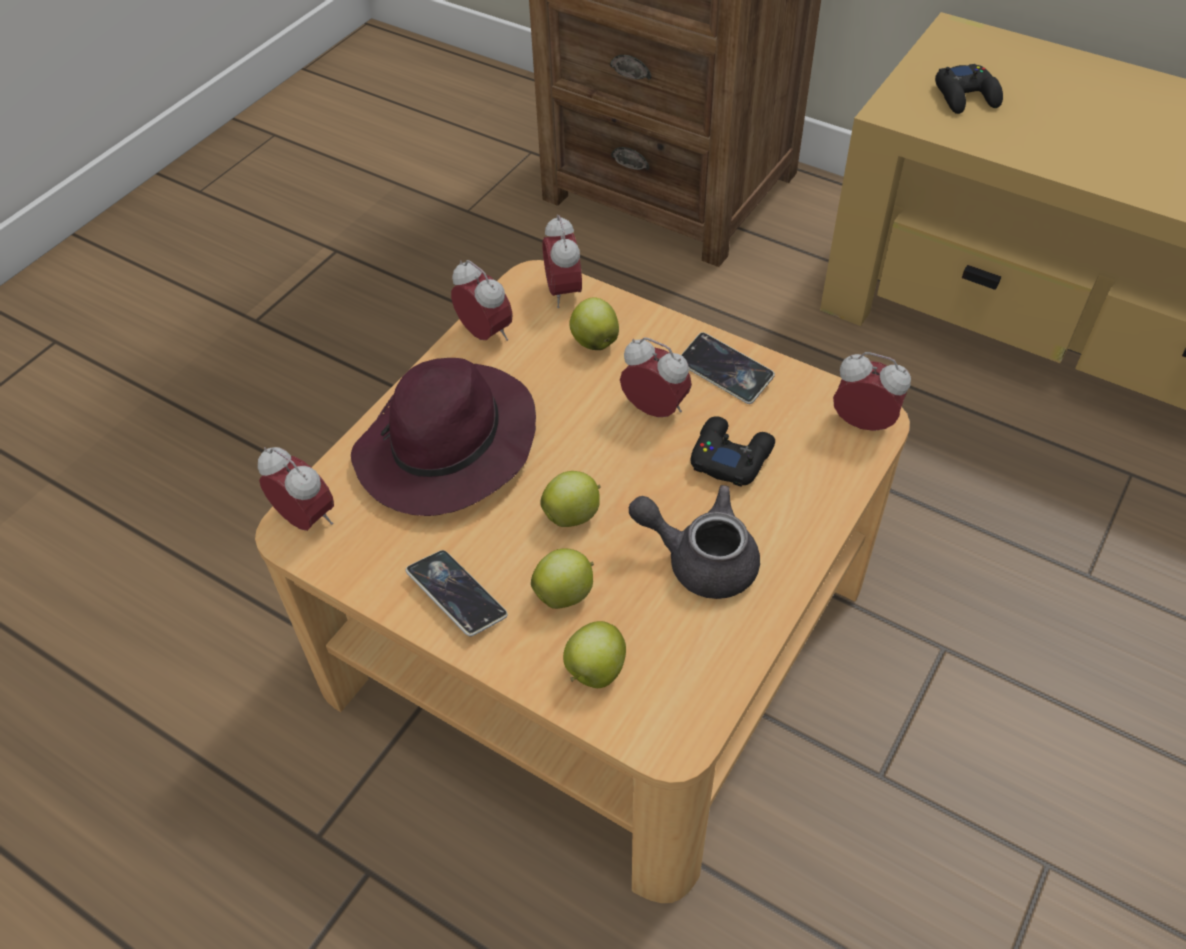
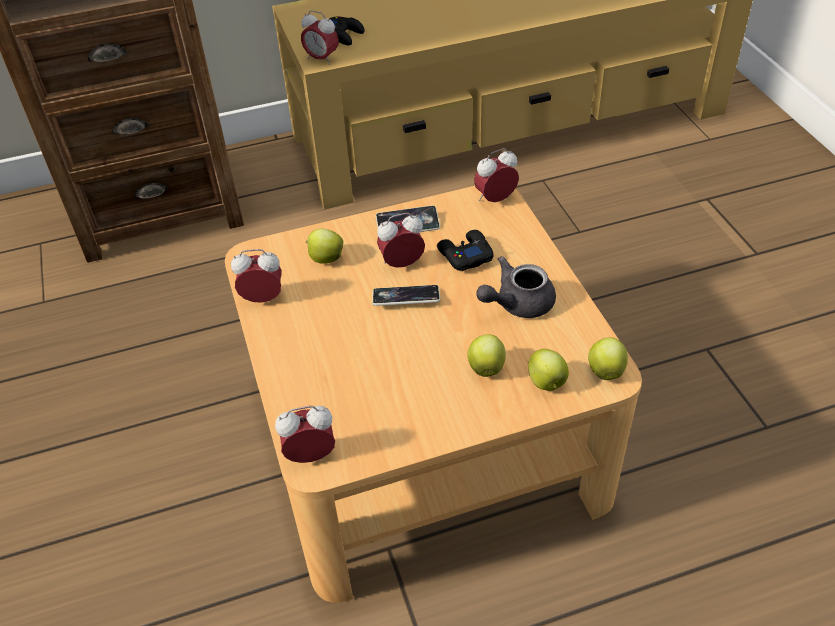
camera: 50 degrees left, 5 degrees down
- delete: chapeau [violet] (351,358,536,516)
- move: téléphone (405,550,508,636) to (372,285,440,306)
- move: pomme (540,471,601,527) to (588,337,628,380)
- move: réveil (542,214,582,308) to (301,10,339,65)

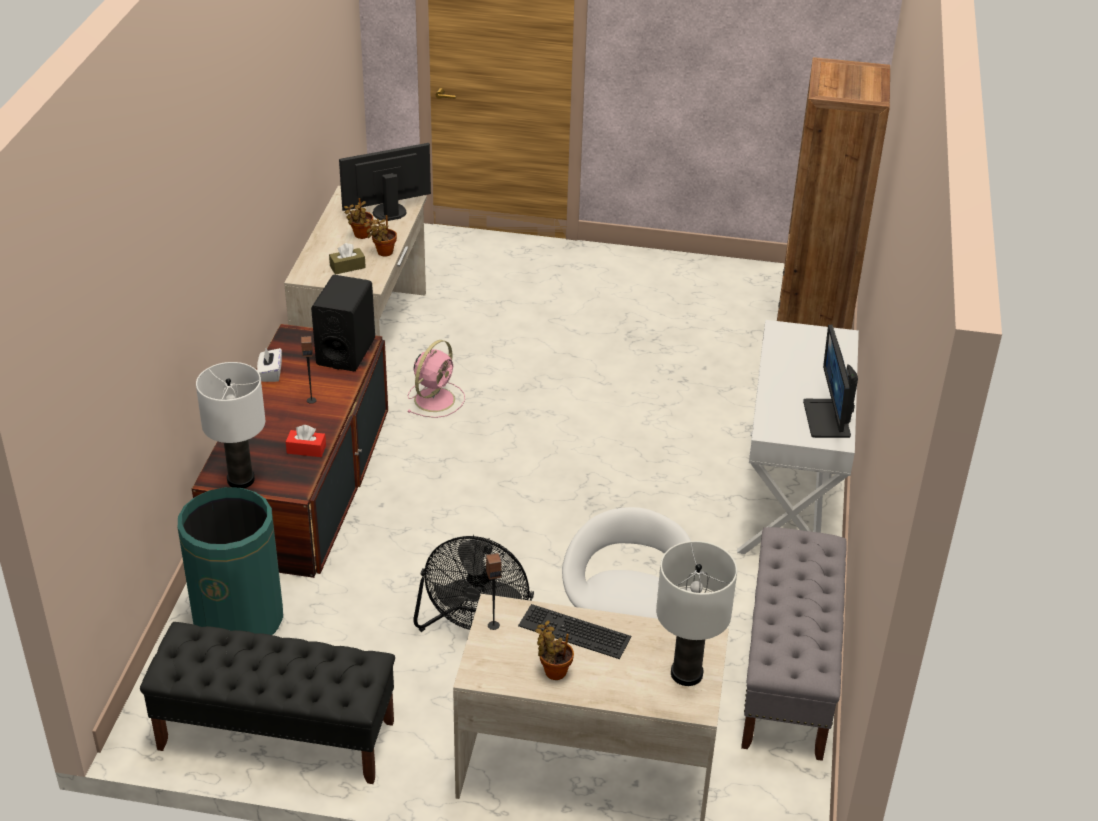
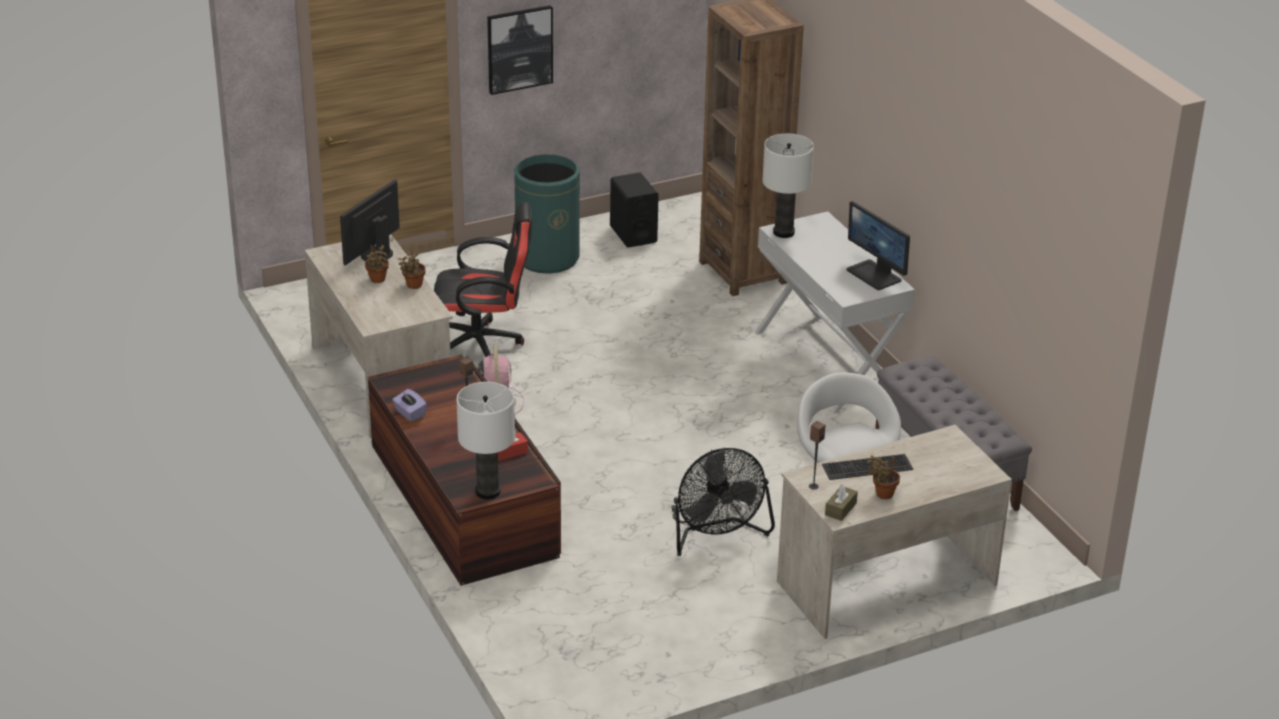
camera: 35 degrees left, 5 degrees down
- delete: banc [noir] (140,622,395,784)
- move: poubelle [vert] (178,487,283,635) to (514,154,580,274)
- recolor: boîte à mouchoirs [blanc] (257,348,282,382) to boîte à mouchoirs [violet] (392,389,427,422)
- move: enceinte [noir] (311,275,375,371) to (610,173,659,248)
- move: boîte à mouchoirs [marron] (329,243,366,275) to (825,484,858,521)
- move: lampe de table [blanc] (656,541,737,686) to (762,134,814,238)
- insert: chaise de bureau [noir] (434,202,532,357)
- insert: tableau (487,5,553,95)

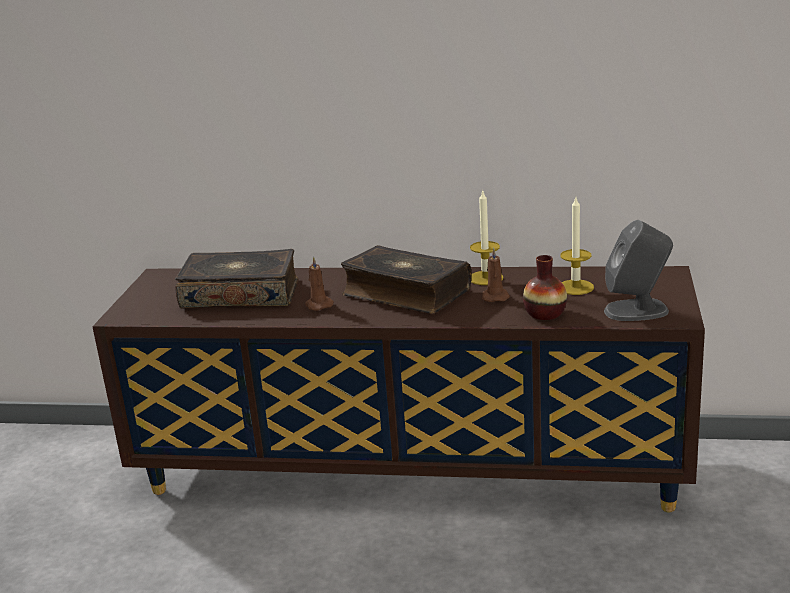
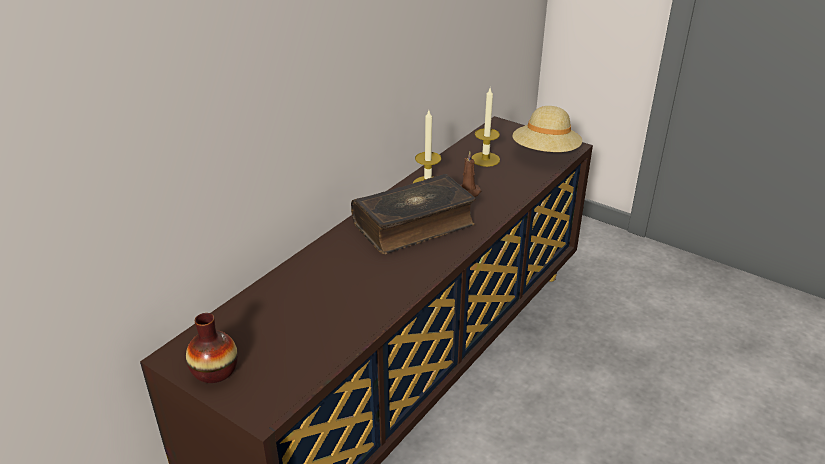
camera: 65 degrees left, 10 degrees up
- delete: livre (175,249,298,308)
- delete: bougie [marron] (305,256,334,311)
- move: vase (523,255,567,320) to (186,313,238,383)
- replace: enceinte [gris] (604,220,673,321) to chapeau [beige] (513,106,582,152)

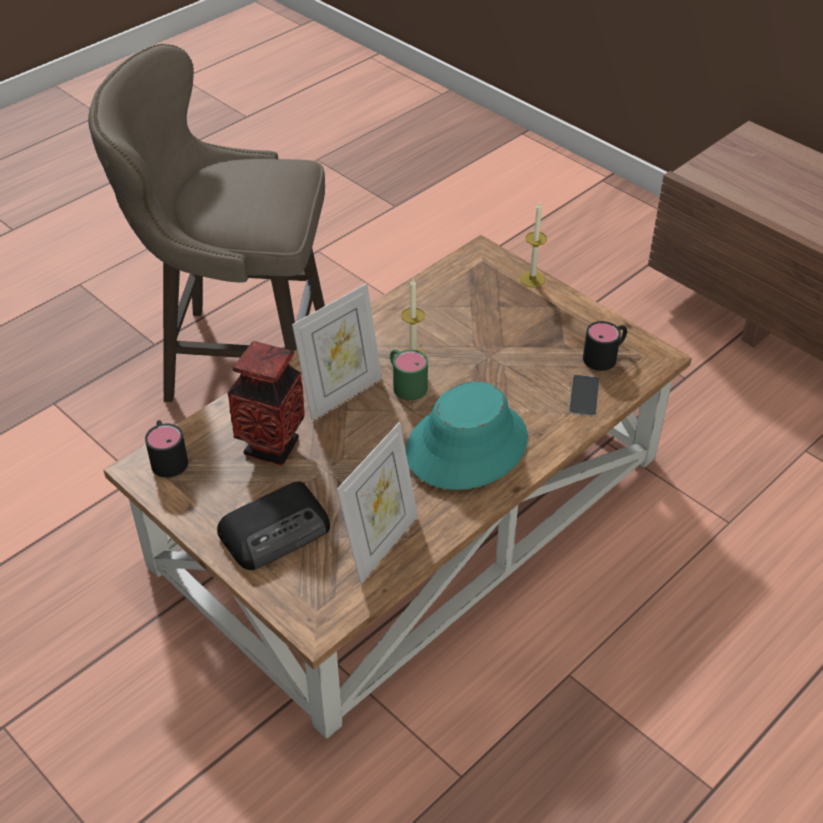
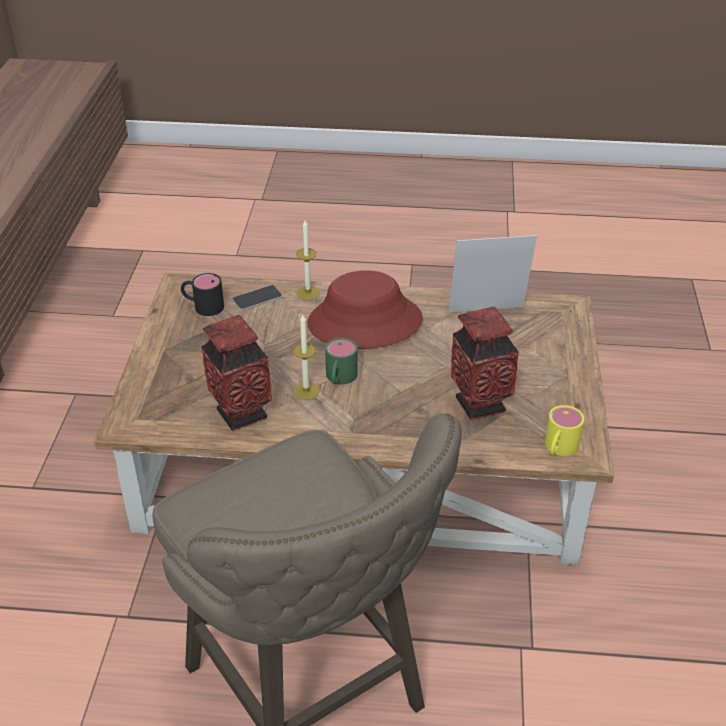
camera: 130 degrees left, 5 degrees down
- recolor: mug [noir] (145,420,188,478) to mug [jaune] (545,405,584,456)
- delete: radio (217,481,330,570)
- delete: cadre photo (292,283,382,420)
- recolor: chapeau [turquoise] (406,381,528,490) to chapeau [rouge] (307,270,423,349)
- move: bougie (520,202,547,287) to (296,220,320,300)
- insert: vase (202,315,272,431)

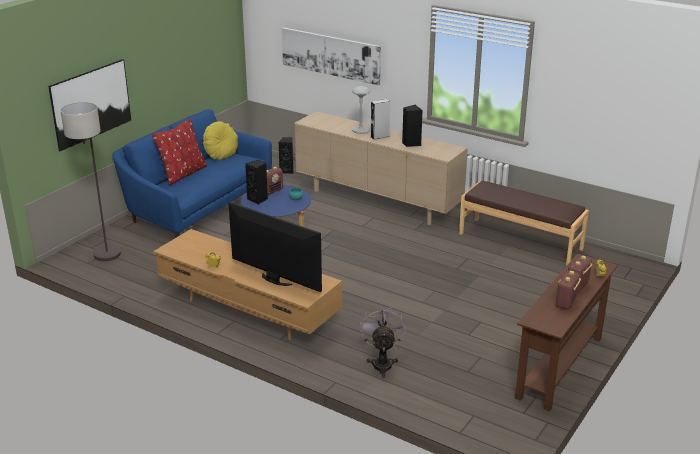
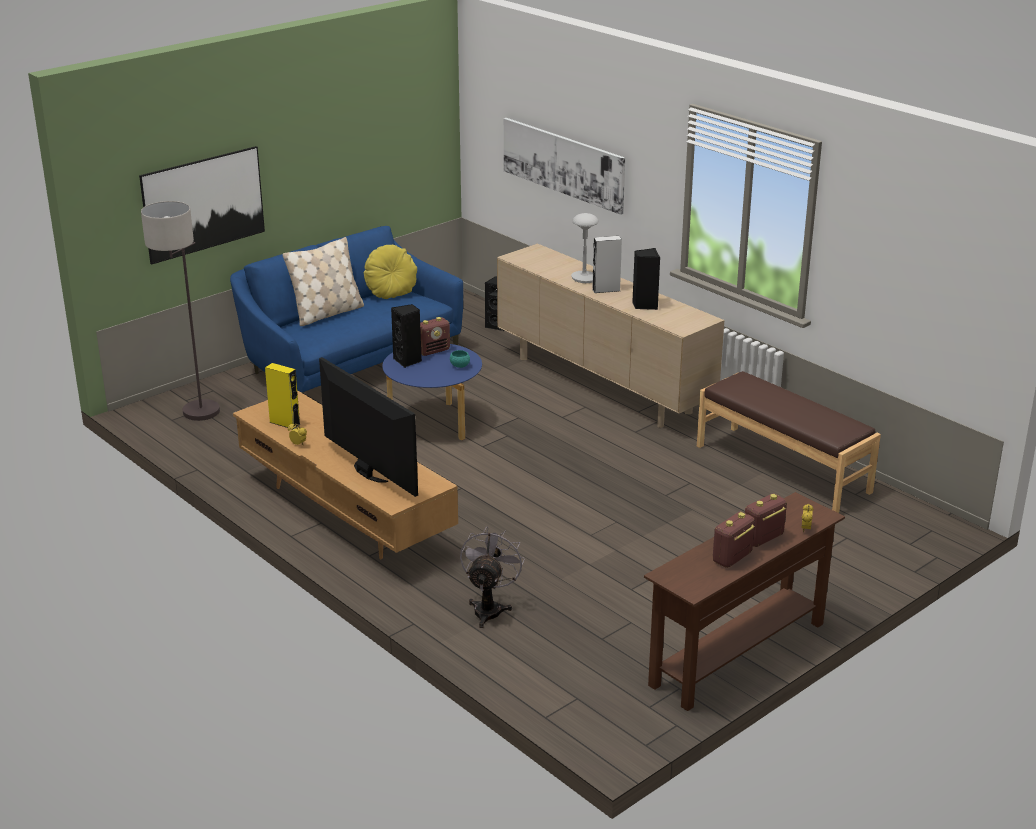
camera: 15 degrees right, 0 degrees up
- recolor: coussin [rouge] (152,119,207,185) to coussin [beige] (283,237,364,326)
- insert: enceinte [jaune] (265,363,301,429)

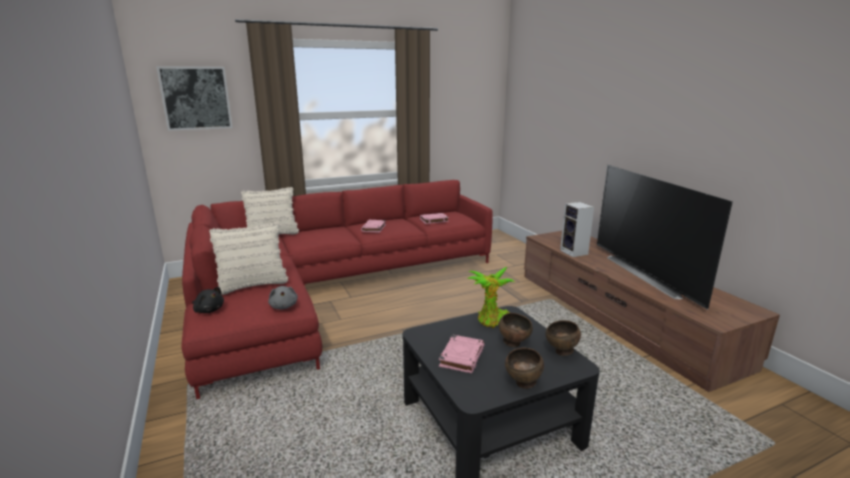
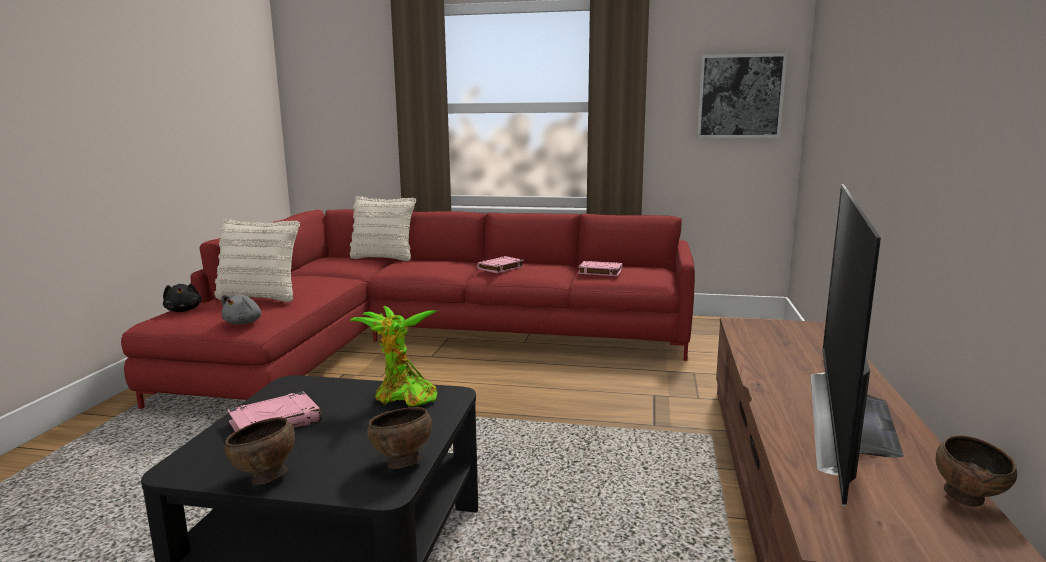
camera: 35 degrees right, 5 degrees down
- move: tableau (156,66,233,131) to (697,53,787,138)
- move: bol [marron] (499,313,533,347) to (936,436,1017,507)
- delete: enceinte (560,202,594,257)

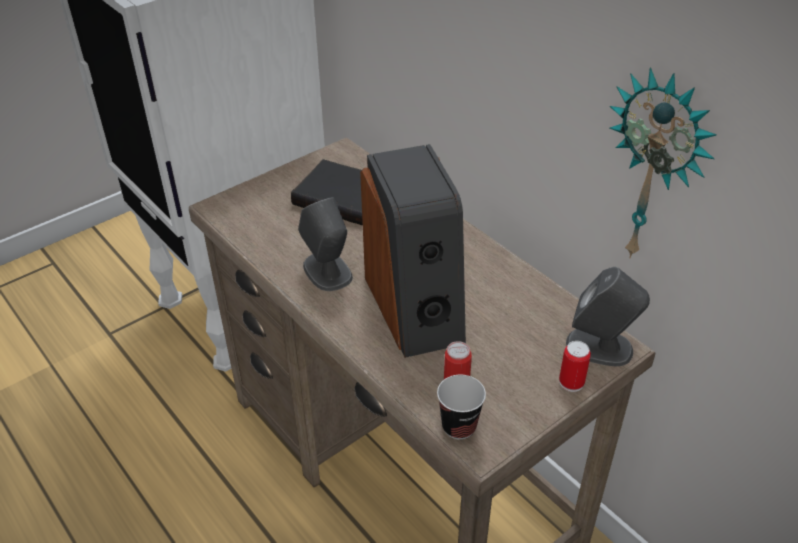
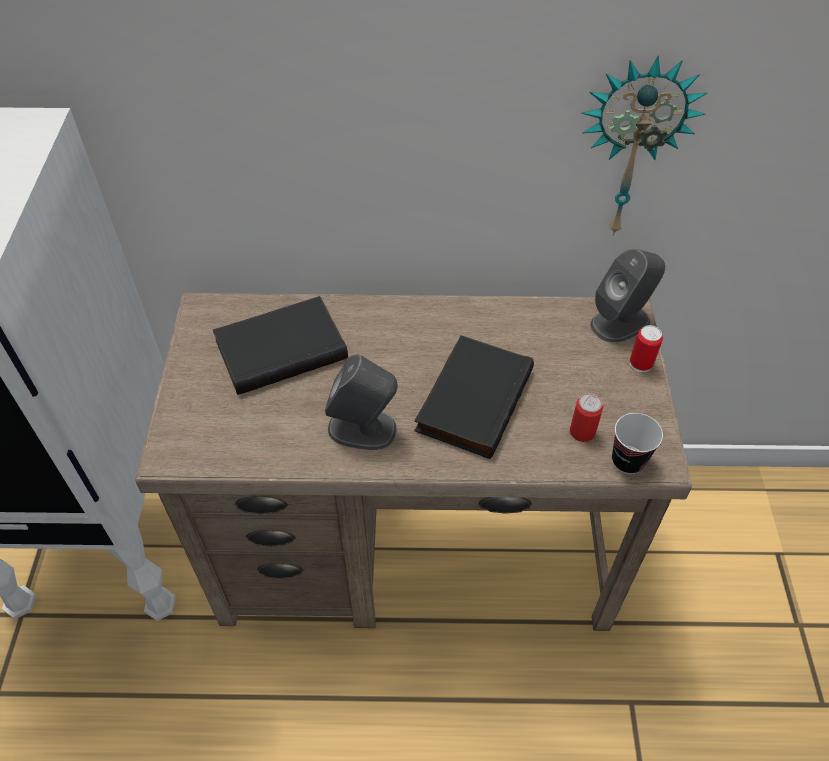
camera: 50 degrees left, 10 degrees up
- replace: enceinte (360,144,466,358) to livre [noir] (414,335,534,459)

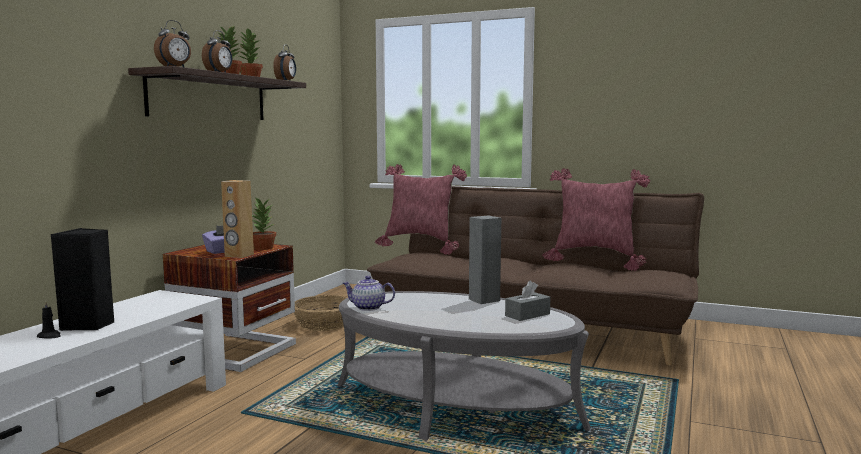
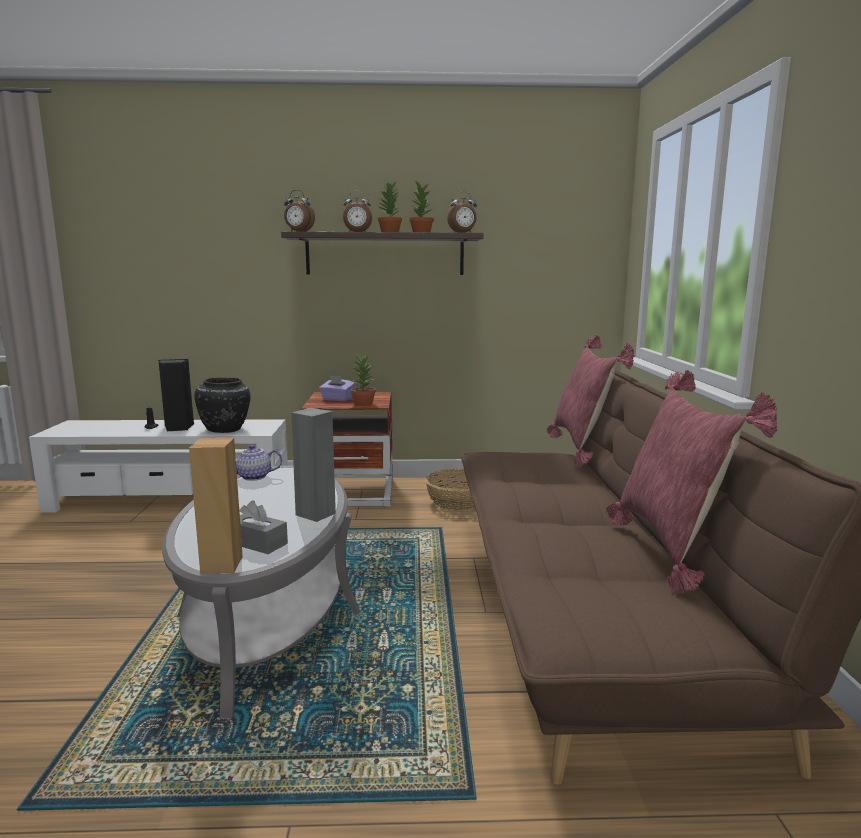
camera: 65 degrees right, 5 degrees up
- move: enceinte [marron] (221,180,254,258) to (189,438,243,574)
- rotate: théière (343,276,395,311) = (236,445,282,481) 90 degrees counterclockwise
- insert: vase [noir] (194,378,251,433)

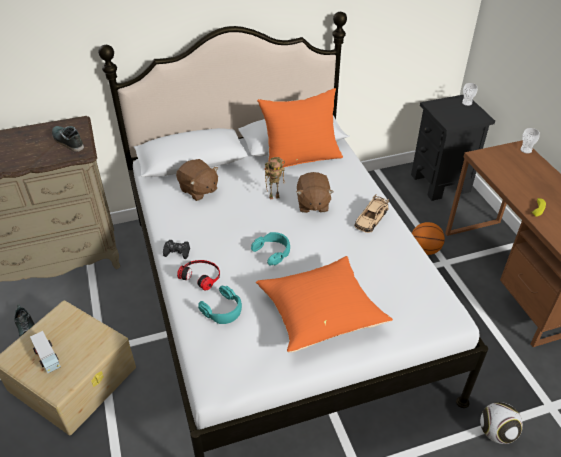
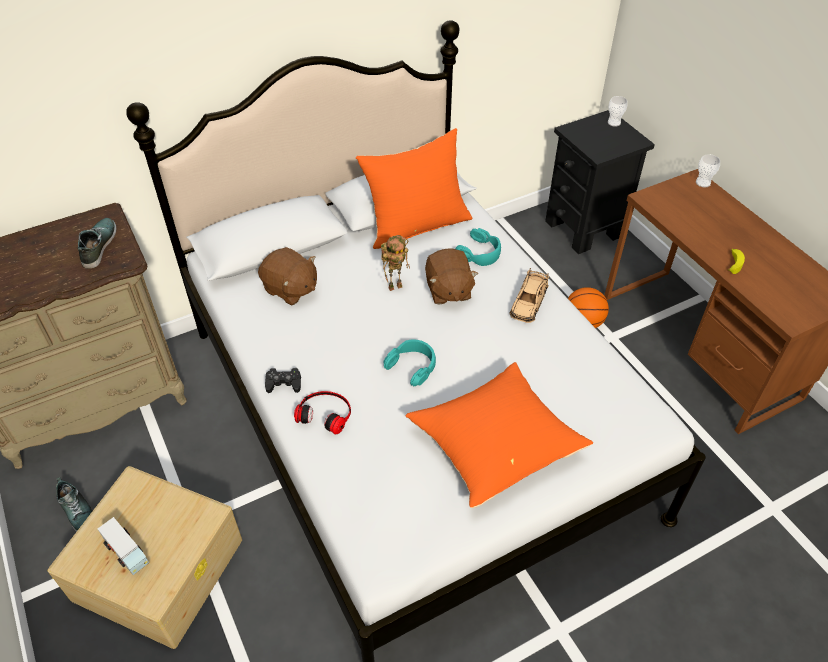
camera: 10 degrees left, 5 degrees up
- rotate: chaussure (52,126,84,152) = (78,218,116,269) 60 degrees clockwise
- move: casque audio [turquoise] (198,286,242,324) to (455,228,501,266)
- delete: ballon de foot (480,402,523,444)

